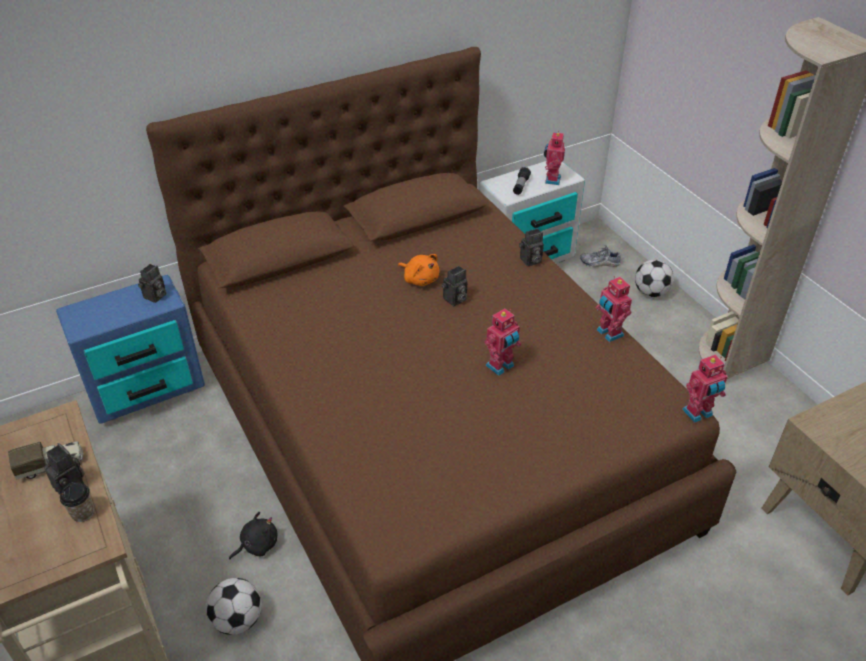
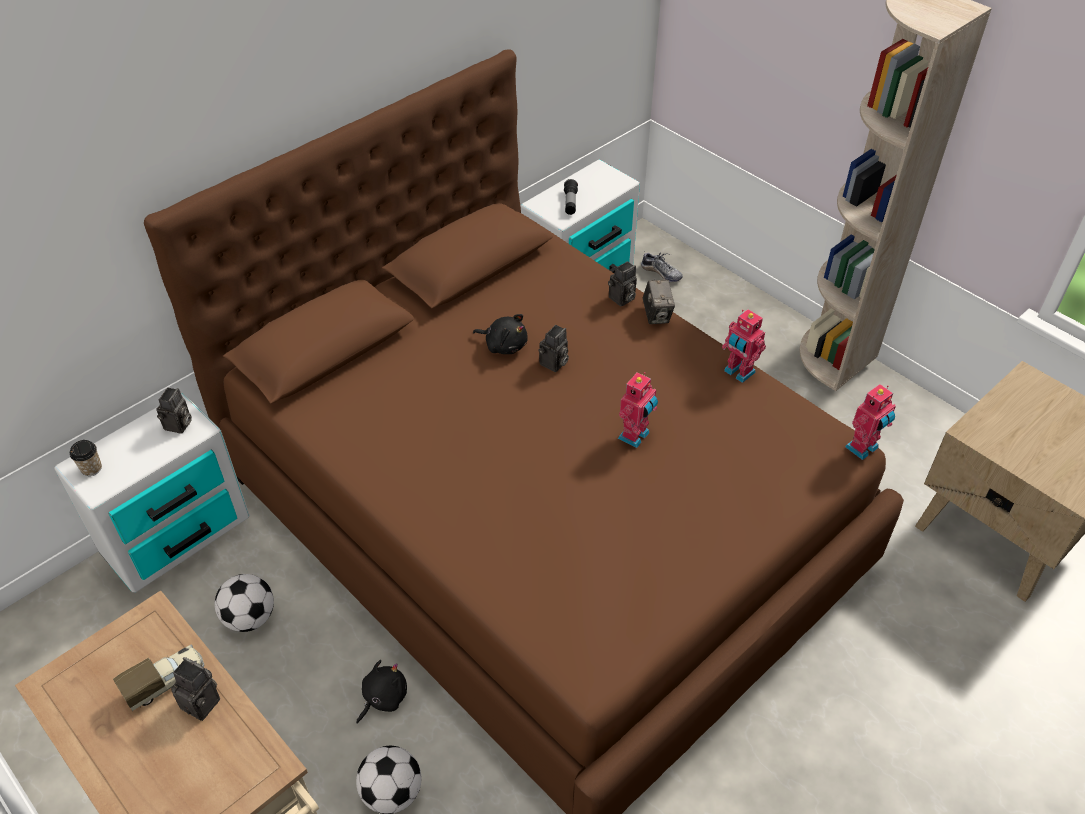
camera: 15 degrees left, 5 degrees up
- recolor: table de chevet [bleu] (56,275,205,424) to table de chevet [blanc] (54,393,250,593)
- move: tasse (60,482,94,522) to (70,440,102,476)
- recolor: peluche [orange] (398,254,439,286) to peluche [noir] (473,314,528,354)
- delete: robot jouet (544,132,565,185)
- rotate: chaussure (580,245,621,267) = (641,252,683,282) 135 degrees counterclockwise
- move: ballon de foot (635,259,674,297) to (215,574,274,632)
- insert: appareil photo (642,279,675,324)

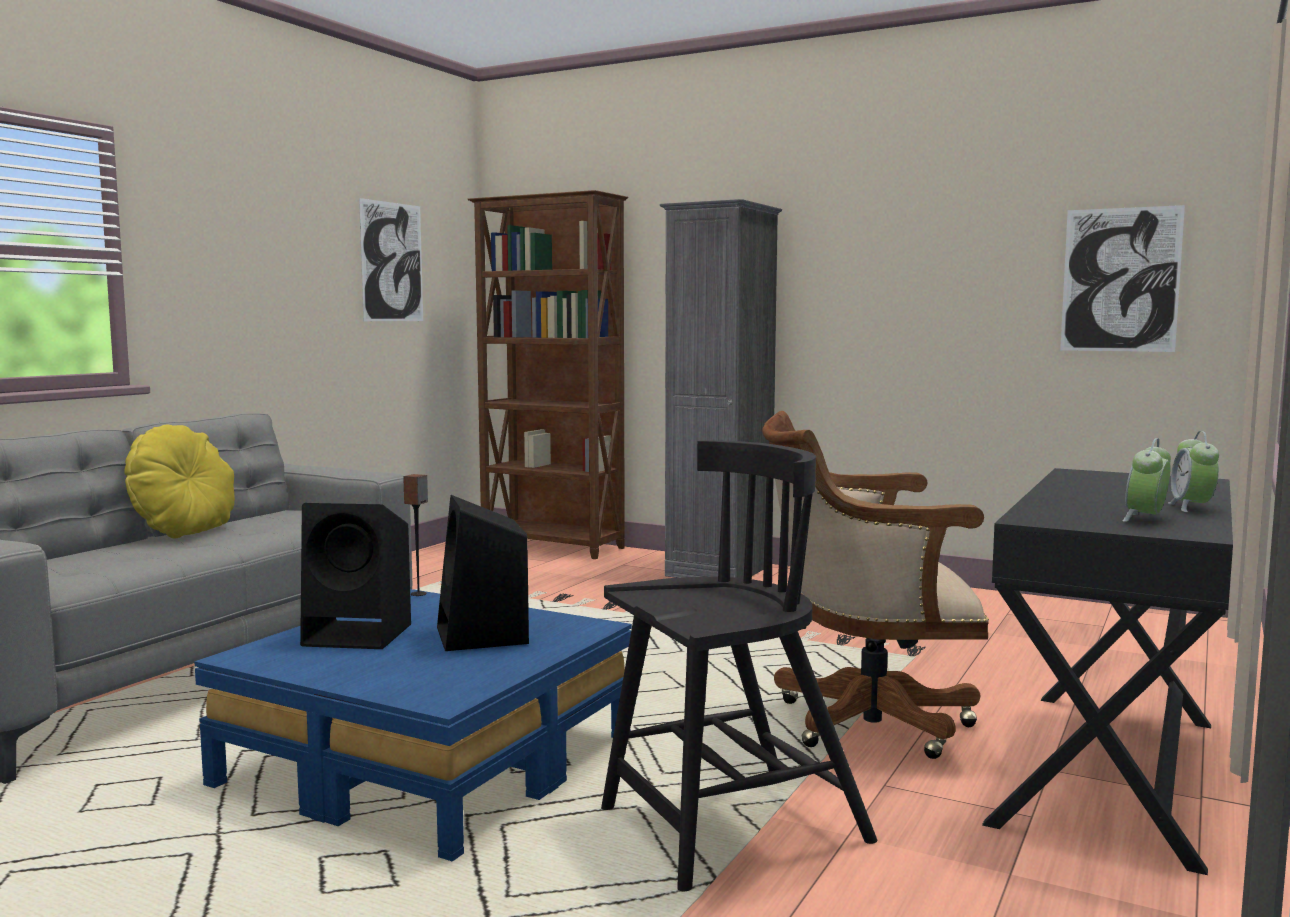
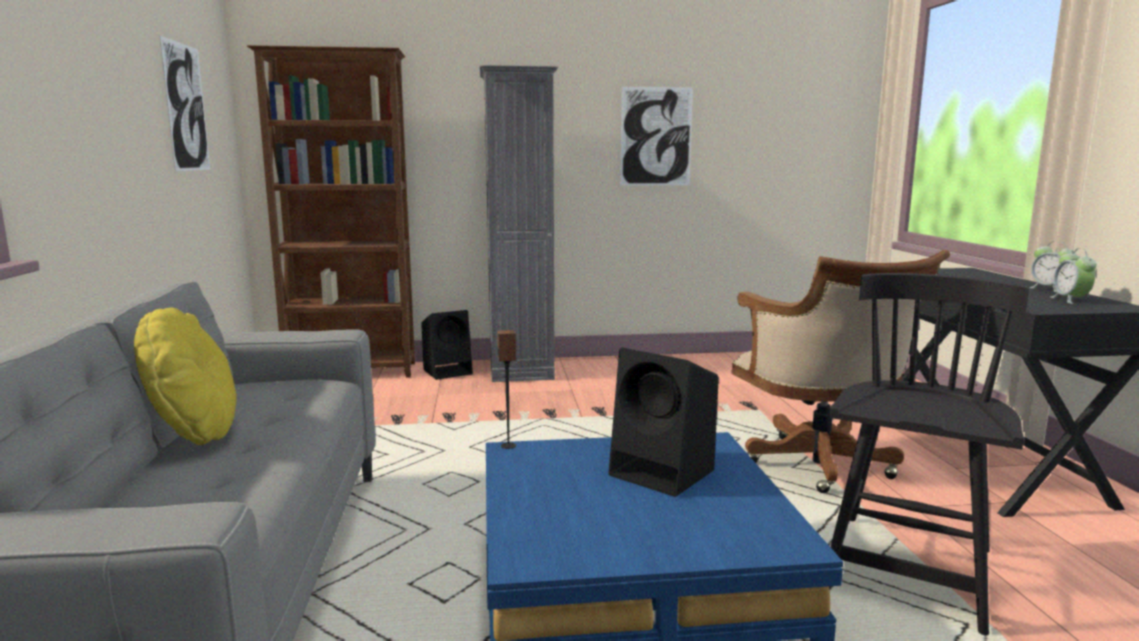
camera: 35 degrees left, 5 degrees up
- move: enceinte [noir] (300,503,411,649) to (421,310,473,380)
- rotate: chaise de bureau (762,411,989,759) = (731,250,950,493) 75 degrees counterclockwise
- move: tableau (1060,205,1185,352) to (620,87,693,185)

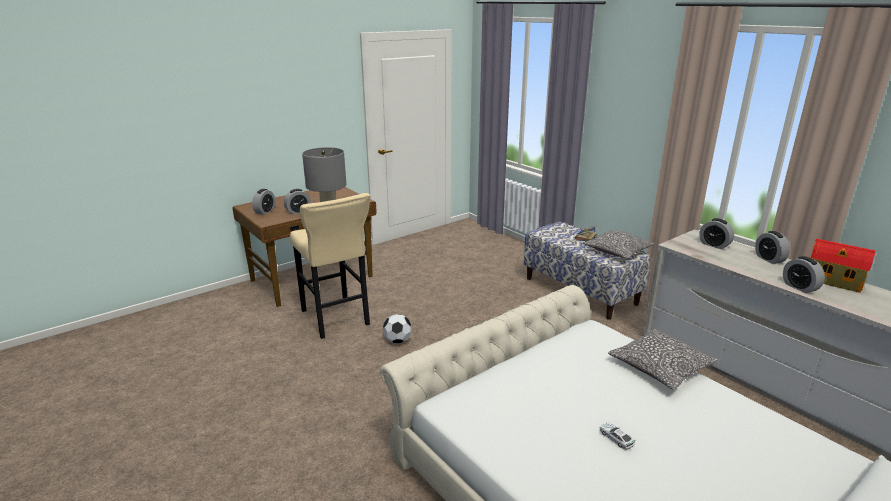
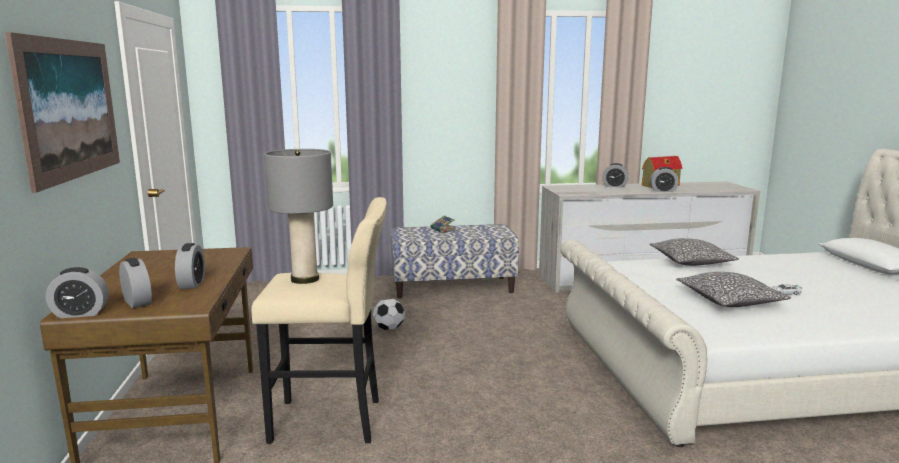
camera: 60 degrees left, 10 degrees down
- move: ballon de foot (383,314,412,344) to (373,299,405,330)
- move: coussin (583,230,654,259) to (676,272,791,307)
- move: réveil (699,218,734,249) to (46,267,109,318)
- insert: tableau (5,32,120,193)

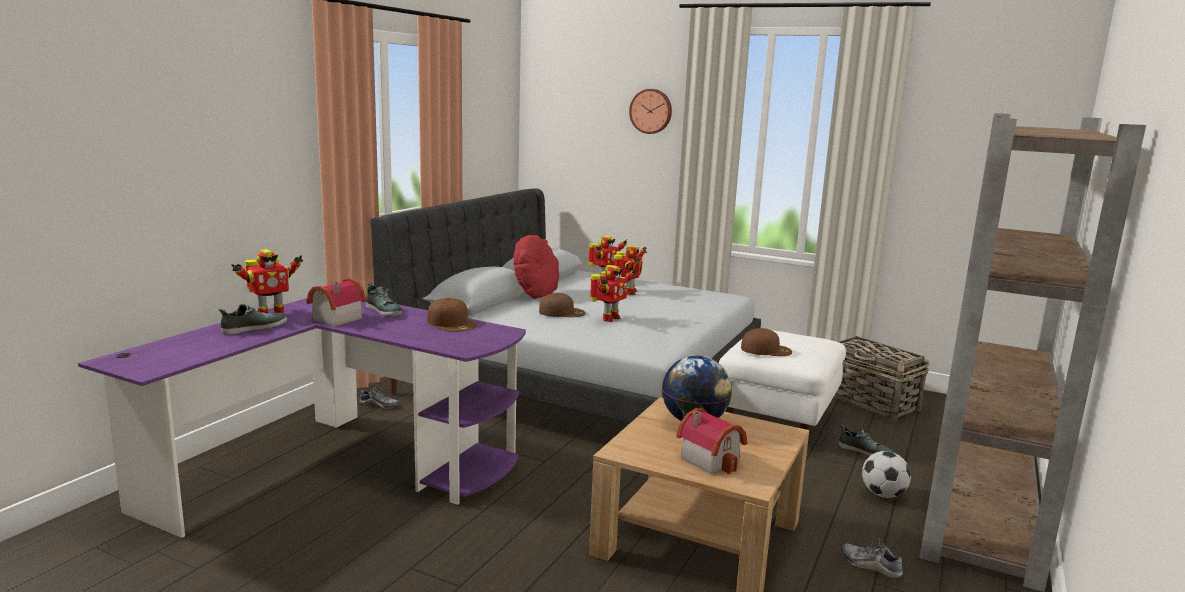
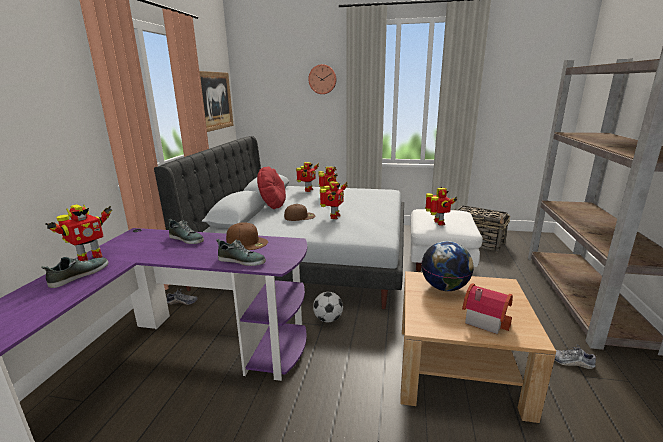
camera: 15 degrees left, 5 degrees up
- delete: maison miniature (306,279,366,326)
- replace: casquette [marron] (741,328,792,356) to robot jouet (425,186,457,226)
- move: chaussure (839,425,894,456) to (216,239,266,266)
- move: ballon de foot (862,451,911,498) to (313,292,343,322)
- insert: tableau (199,71,234,132)

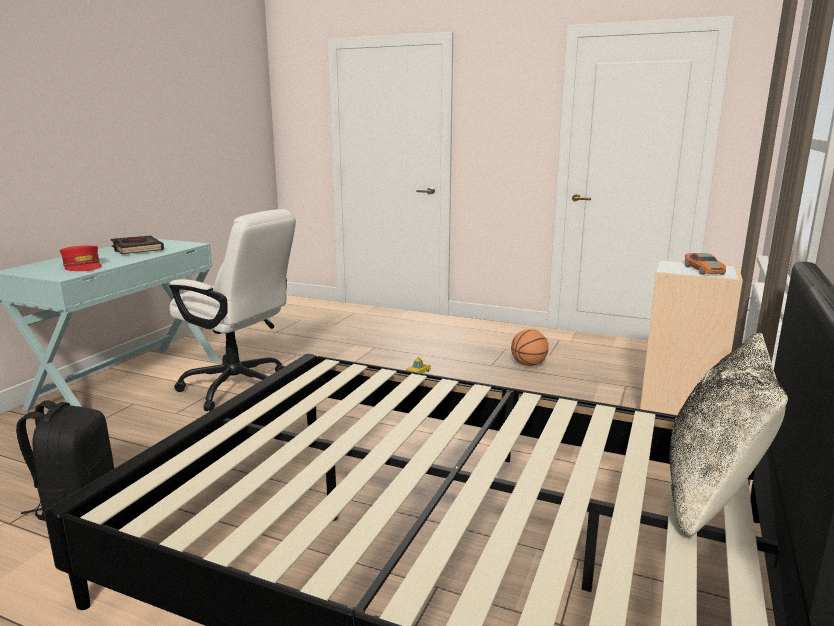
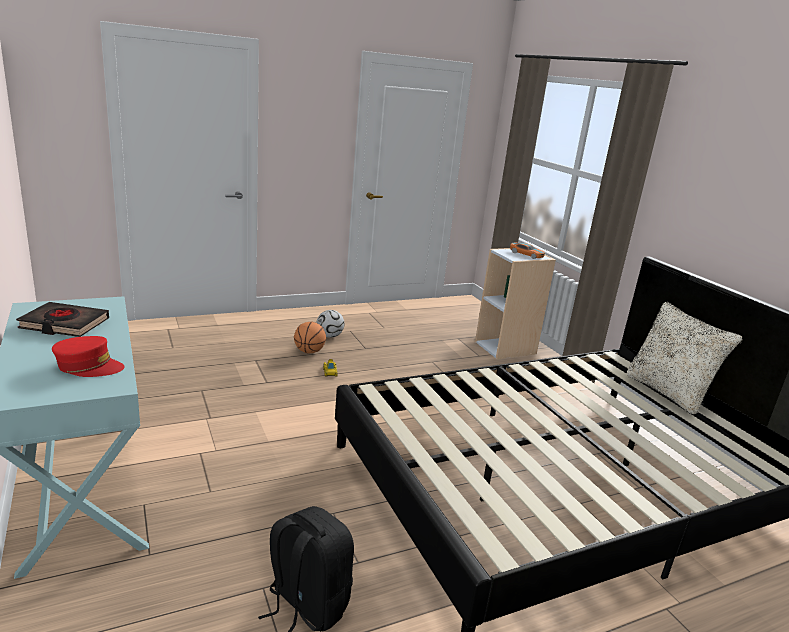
camera: 50 degrees left, 5 degrees up
- delete: chaise de bureau [blanc] (169,209,296,411)
- move: ballon de basket (511,329,549,366) to (294,322,326,353)
- insert: ballon de foot (317,310,344,338)

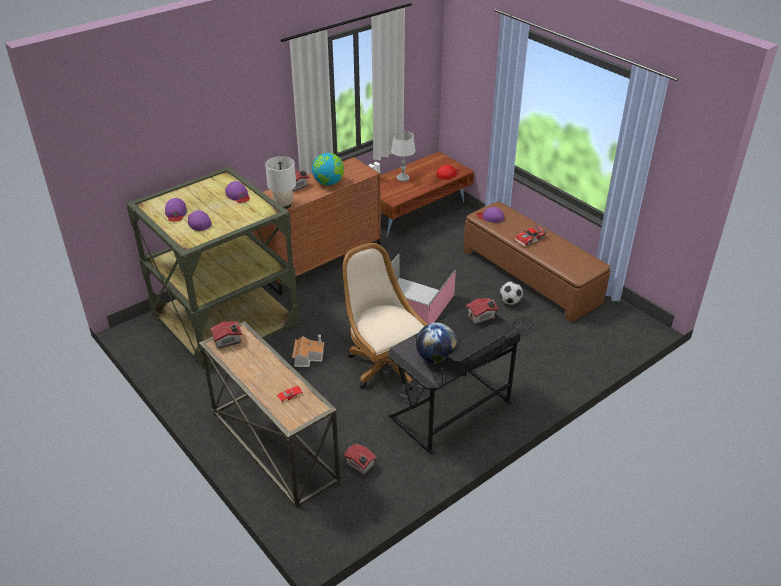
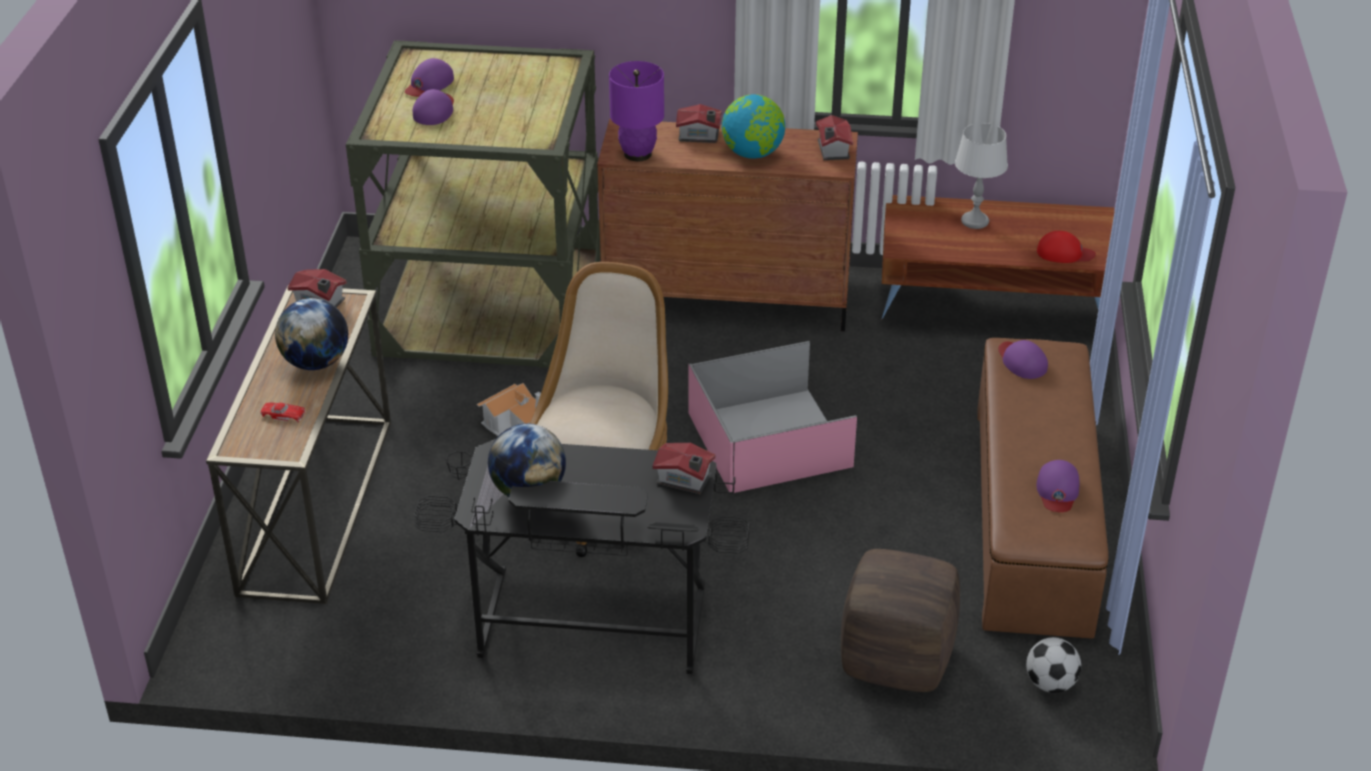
camera: 45 degrees right, 0 degrees up
- move: casquette [violet] (225,181,250,203) to (1036,460,1079,512)
- recolor: lampe de table [blanc] (265,156,296,209) to lampe de table [violet] (609,61,664,161)
- move: maison miniature (343,444,377,475) to (816,115,853,160)
- move: ballon de foot (500,282,523,305) to (1026,637,1081,693)
- delete: petite voiture (514,225,547,247)
- insert: globe (275,298,348,370)
- insert: pouf [marron] (841,549,960,692)

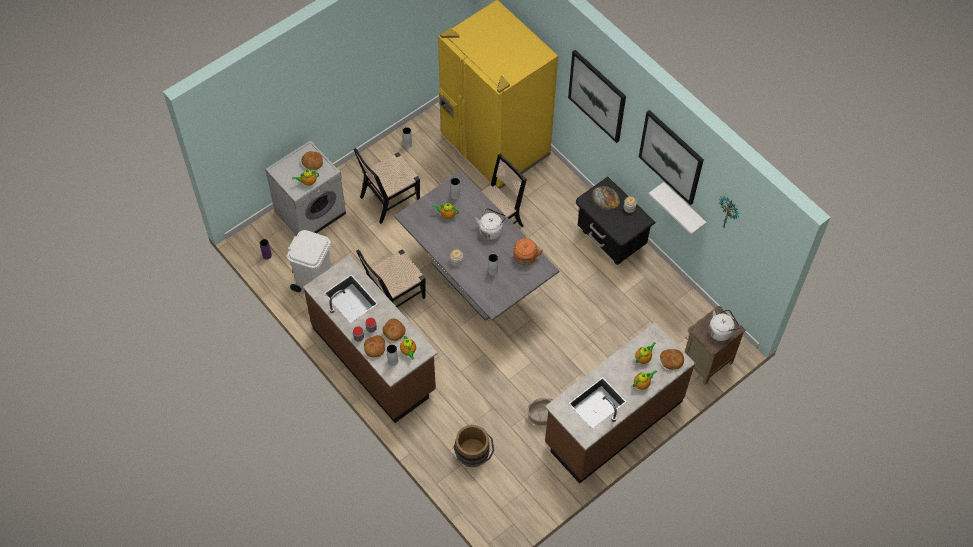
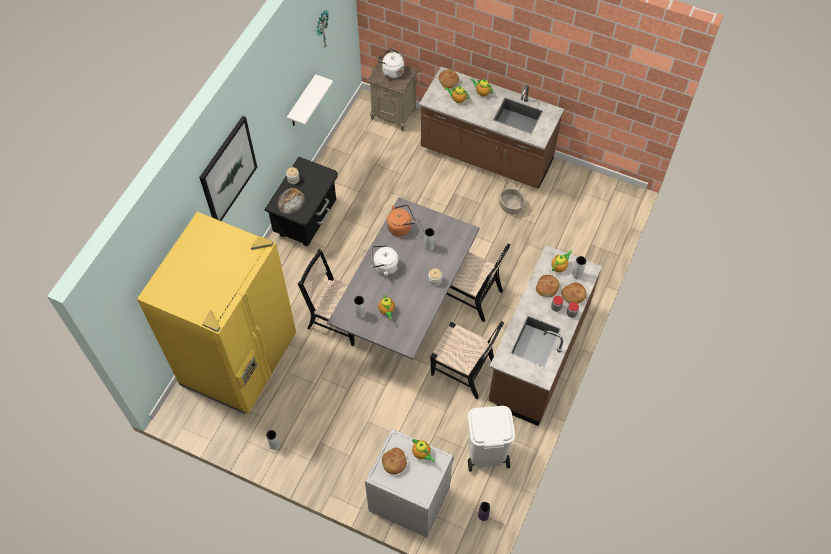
camera: 115 degrees left, 0 degrees up
- move: chaise (354,148,420,224) to (447,243,511,322)
- delete: seau [marron] (453,425,494,467)
- delete: tableau (639,110,704,205)

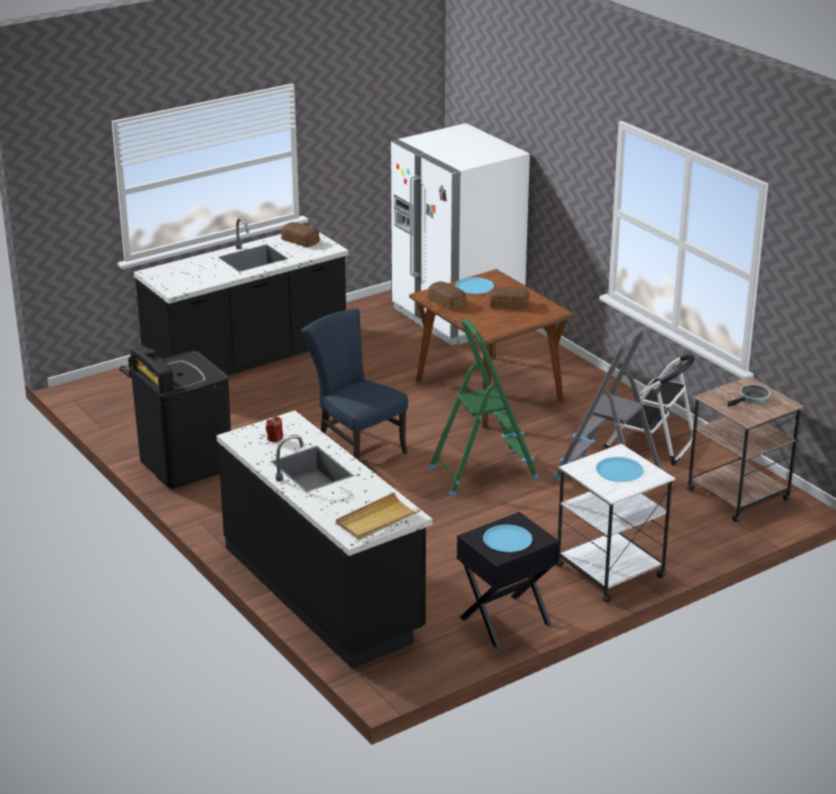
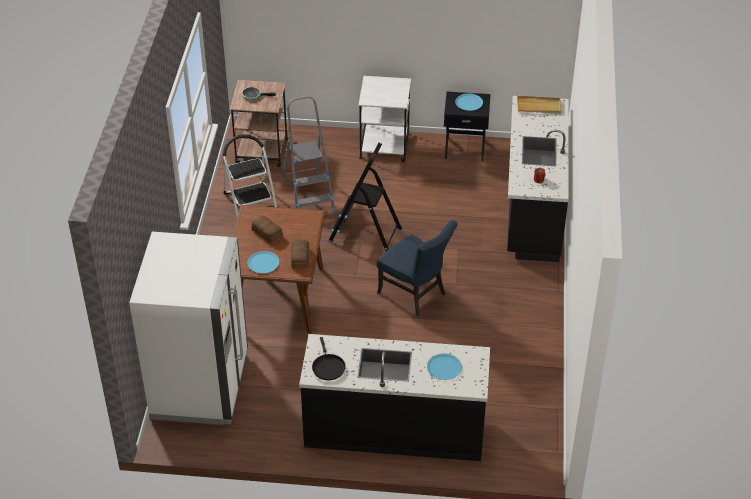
camera: 140 degrees left, 15 degrees up
- delete: lave-linge [noir] (119,345,231,489)
- replace: pain (281,222,320,248) to poêle [noir] (312,337,346,380)
- rotate: chaise [bleu] (301,308,408,461) = (377,220,458,316) 45 degrees counterclockwise
- recolor: escabeau [vert] (429,319,539,496) to escabeau [noir] (328,143,403,251)
- move: assiette [bleu] (596,457,644,482) to (427,353,462,380)

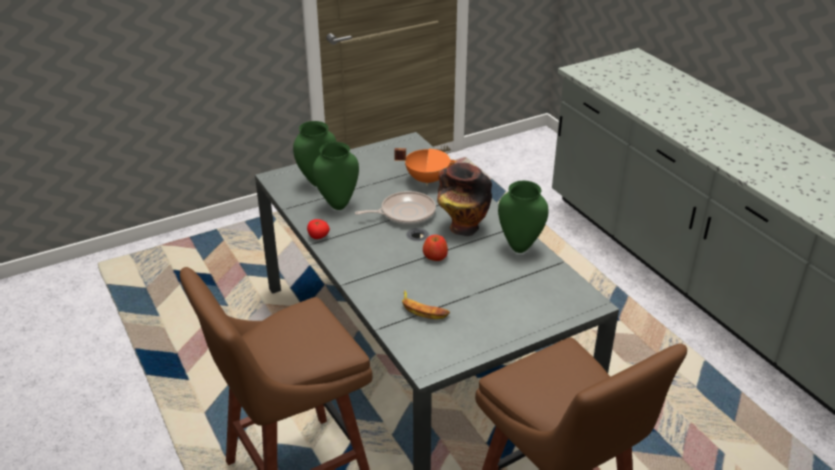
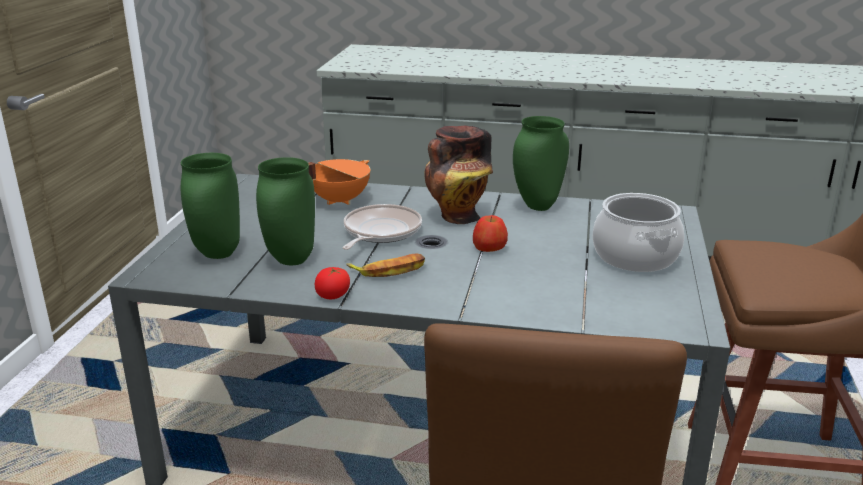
camera: 50 degrees left, 10 degrees down
- move: banane (402,290,450,319) to (346,254,425,277)
- insert: marmite (593,193,684,272)

